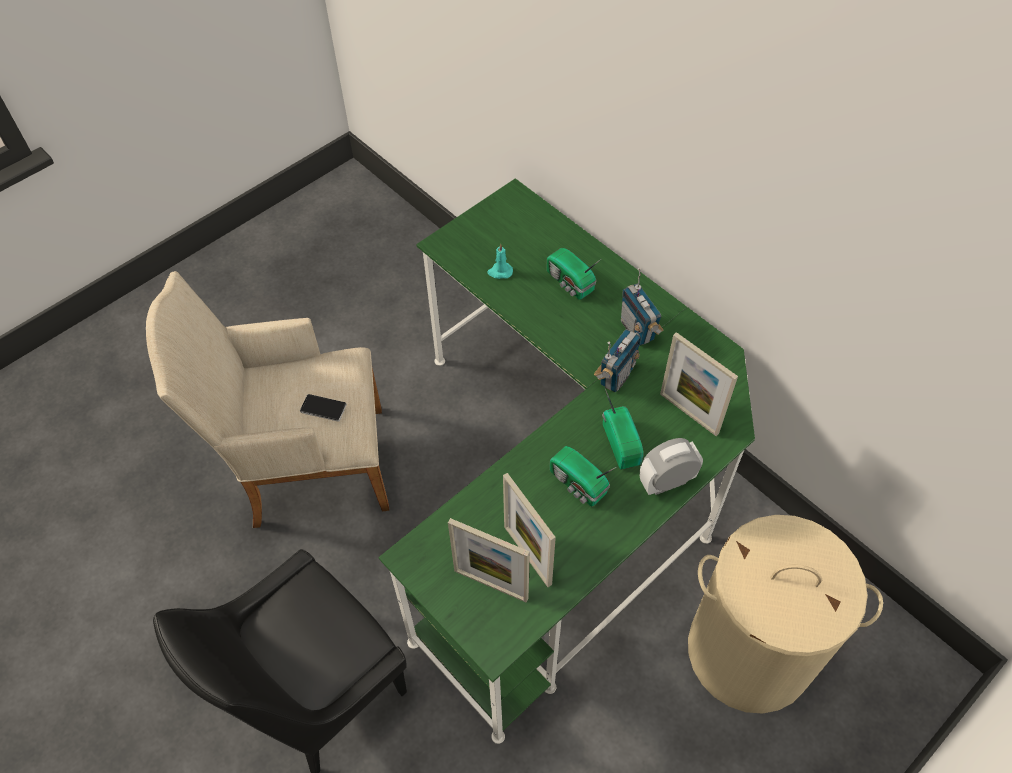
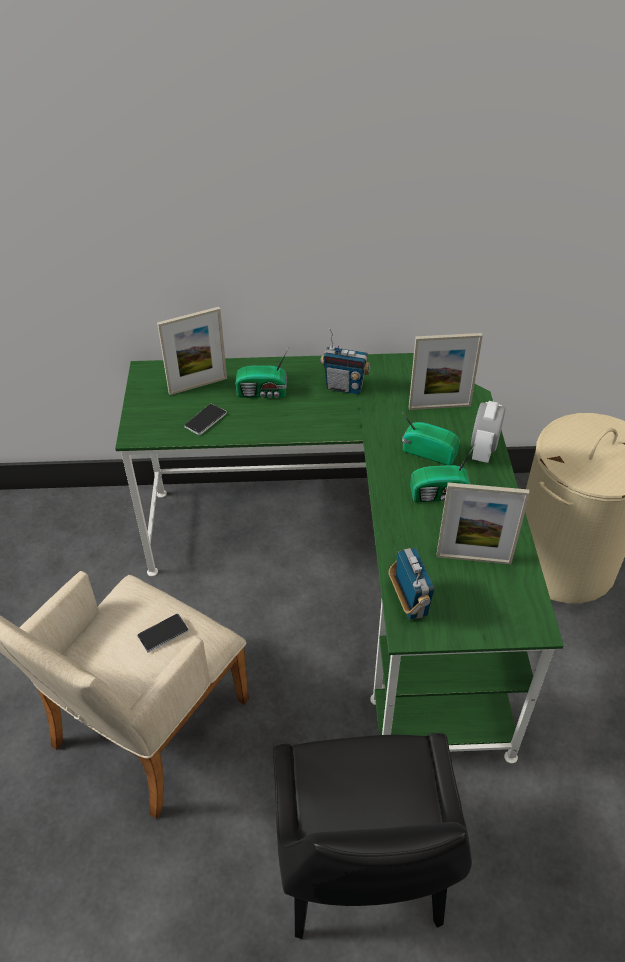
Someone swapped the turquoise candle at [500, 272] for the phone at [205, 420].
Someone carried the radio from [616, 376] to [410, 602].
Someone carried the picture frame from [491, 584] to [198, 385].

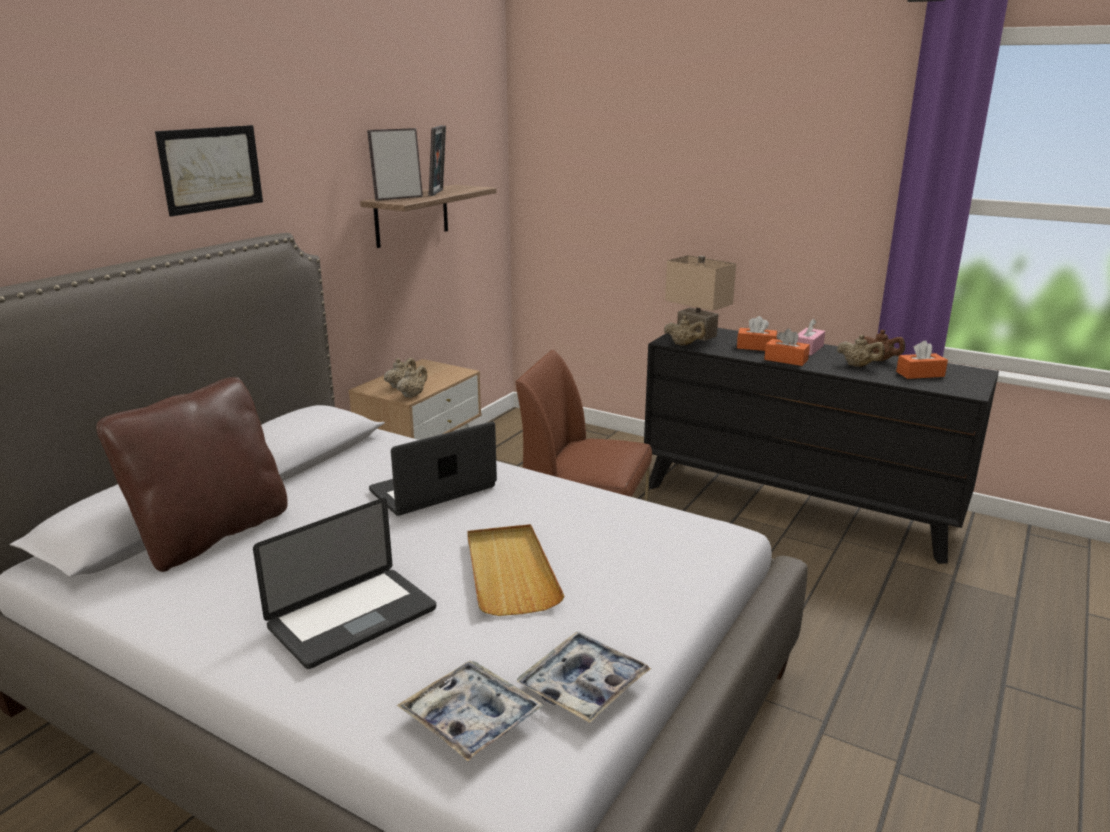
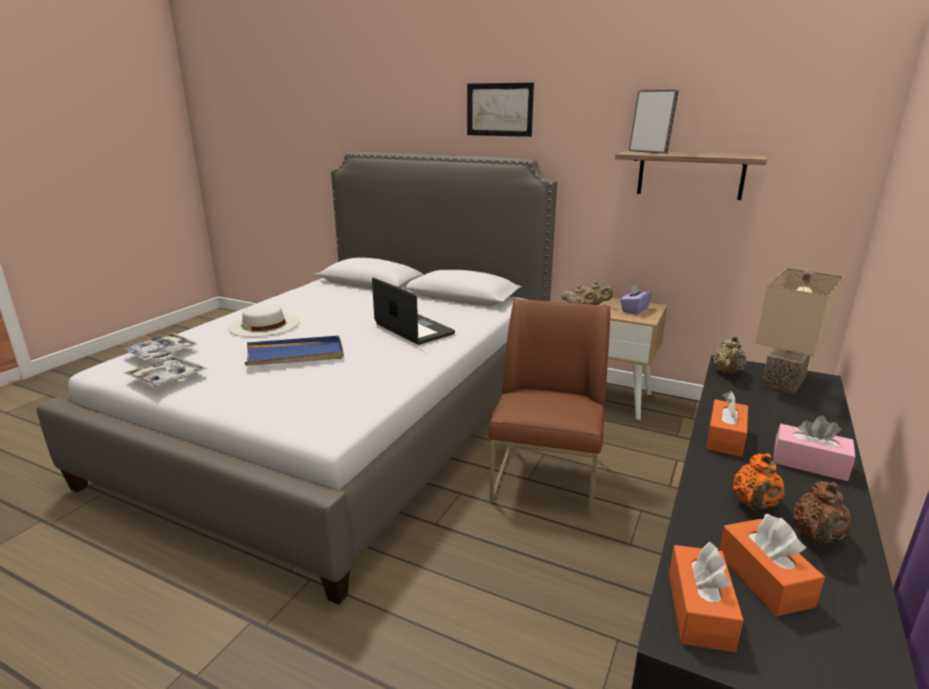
Someone took away the picture frame at [439, 193].
Someone carried the orange tissue box from [756, 347] to [699, 610].
Someone repainted the beige teapot at [858, 366], which became the orange teapot at [754, 505].
Someone took away the brown pillow at [212, 534].
Someone swapped the laptop at [353, 618] for the white hat at [264, 324].
Someone repainted the beige tray at [510, 572], which became the blue tray at [295, 355].
Someone put down the purple tissue box at [634, 309].

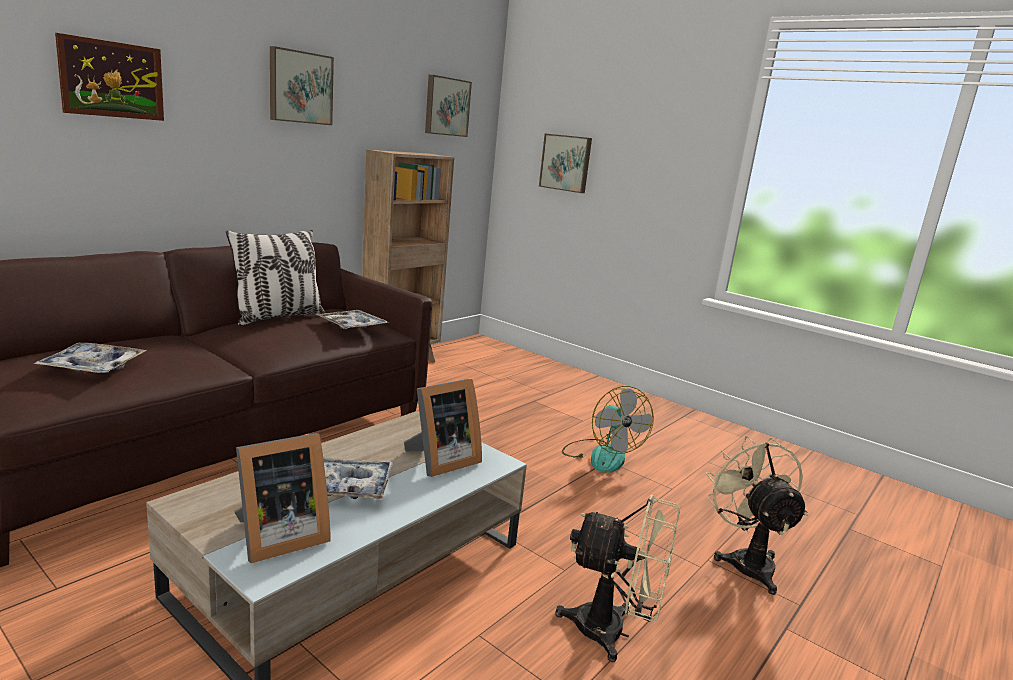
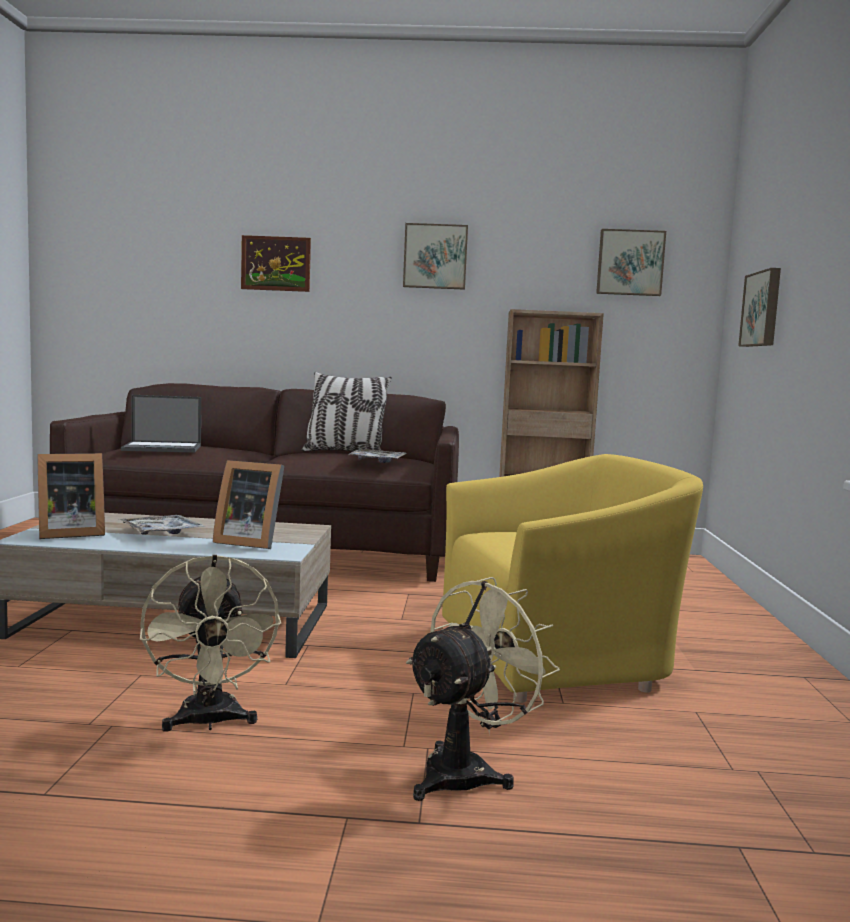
Someone swapped the tray at [93, 366] for the laptop at [163, 448].
Someone swapped the fan at [601, 455] for the yellow armchair at [556, 655].
Someone rotated the picture frame at [278, 538] by 45 degrees counterclockwise.

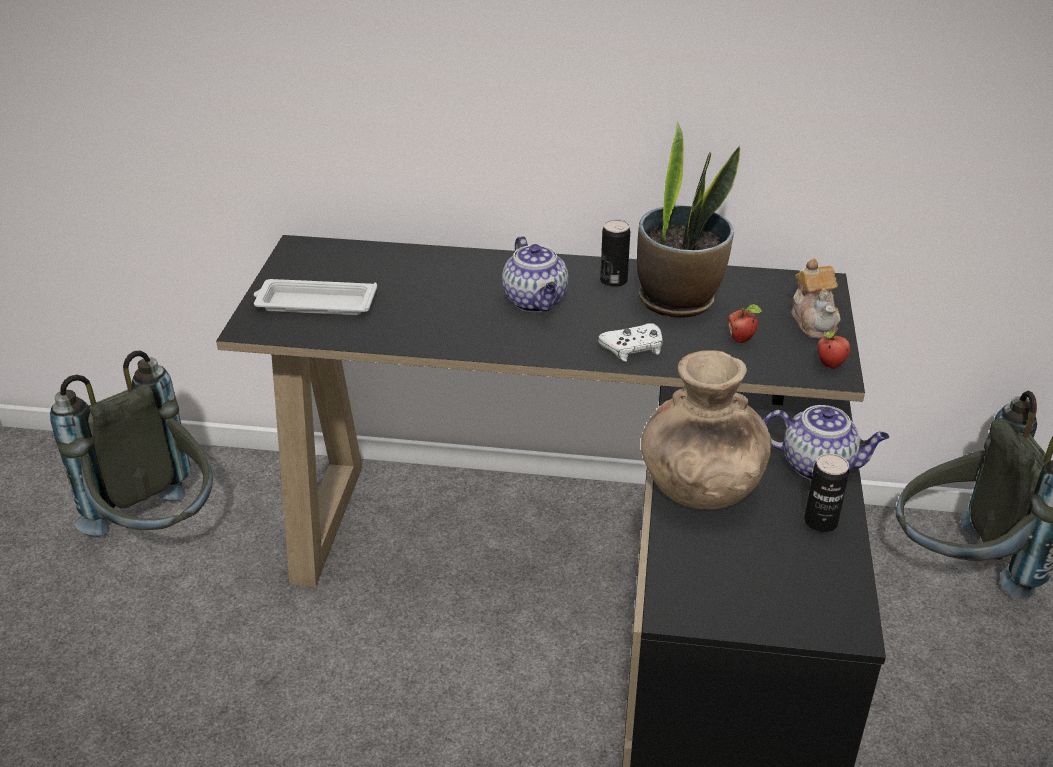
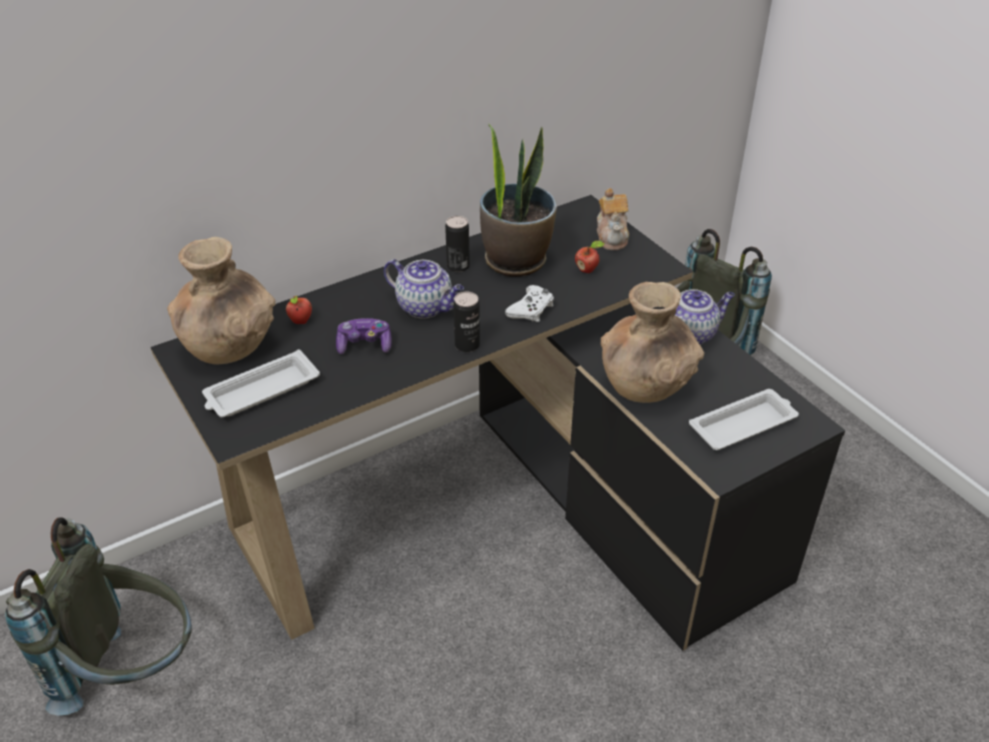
Someone rotated the teapot at [814, 321] by 45 degrees clockwise.
Someone carried the apple from [830, 365] to [301, 322].
Someone carried the can from [820, 522] to [467, 345].
Someone put down the brown vase at [229, 346].
Someone put down the game controller at [364, 345].
Someone put down the white tray at [744, 424].

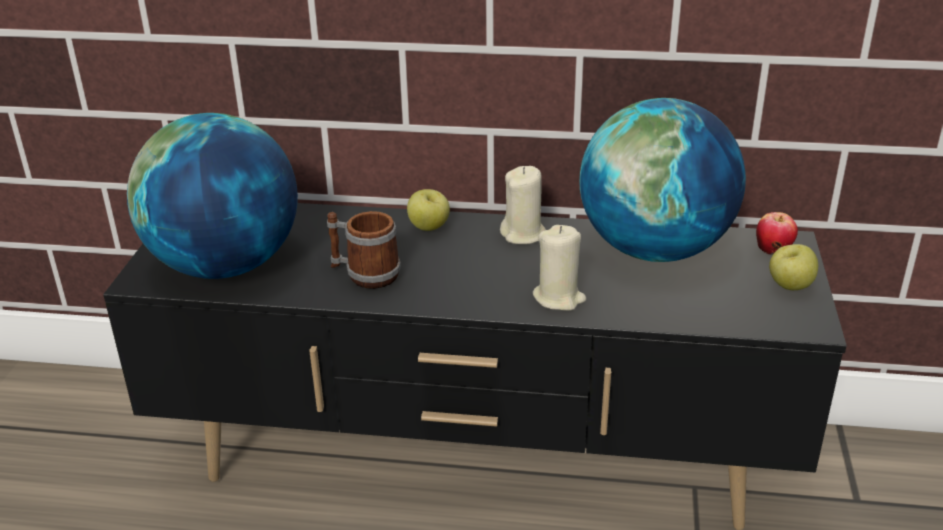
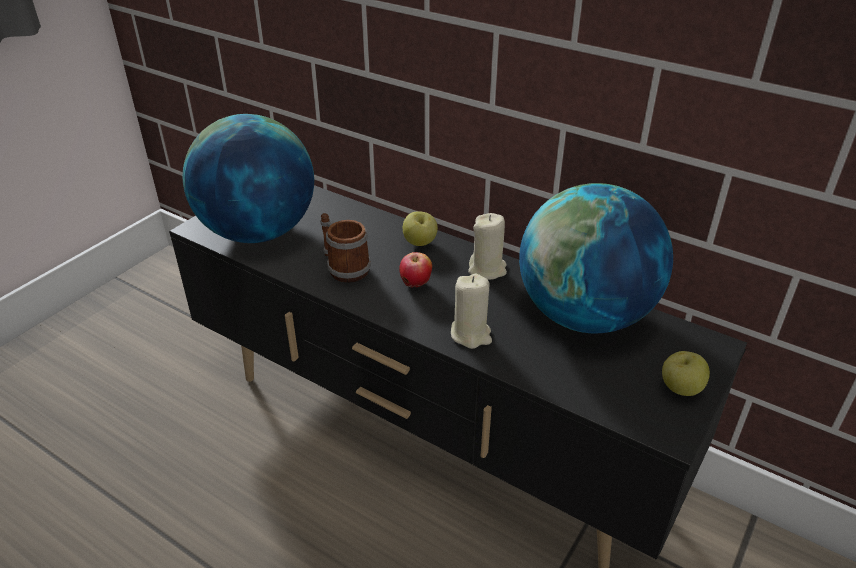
Someone carried the apple from [773, 251] to [416, 285].

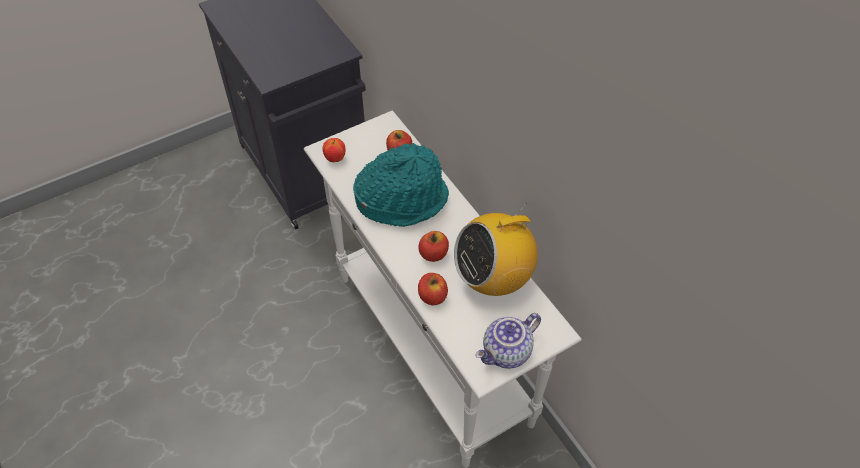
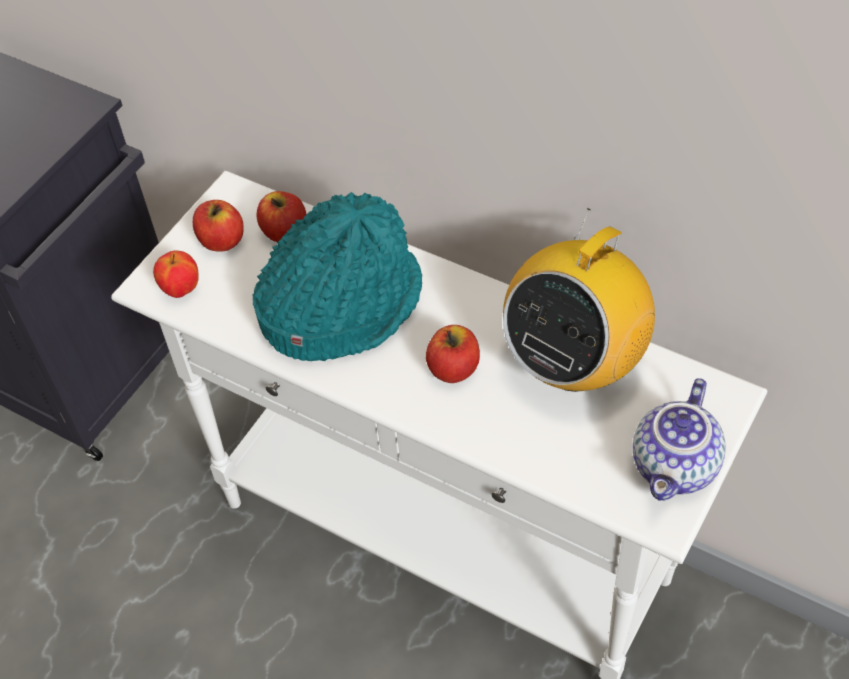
Someone carried the apple from [432, 296] to [221, 240].

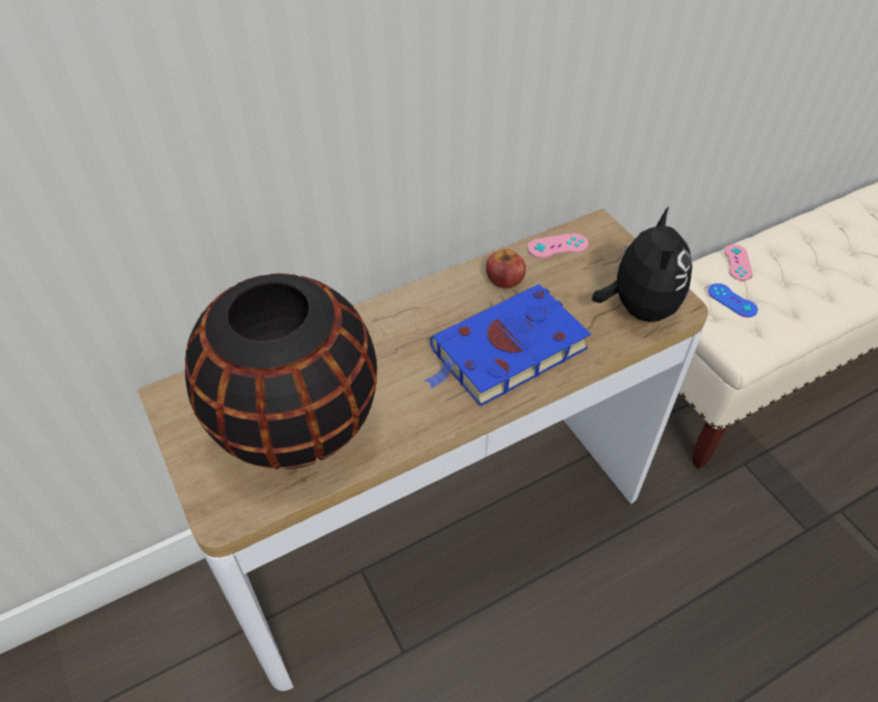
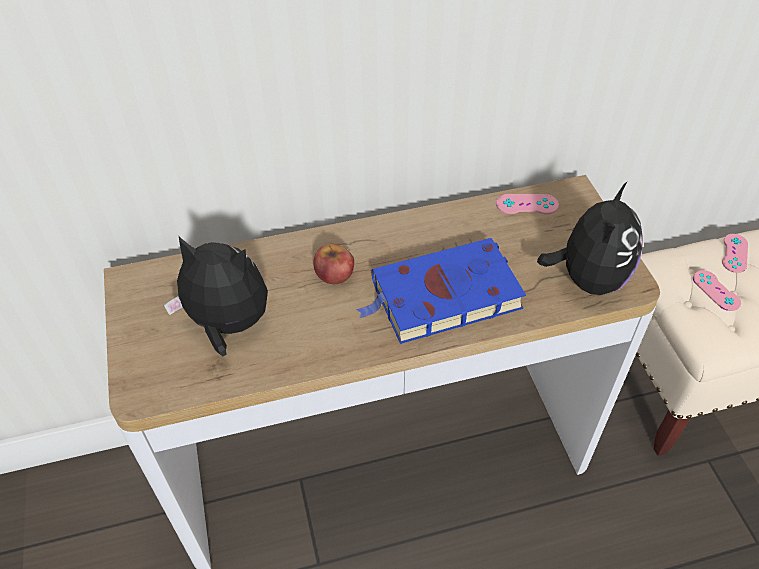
Someone carried the apple from [504, 279] to [334, 273].
Someone swapped the black vase at [295, 422] for the plush toy at [227, 325].
Someone repainted the blue game controller at [732, 300], which became the pink game controller at [716, 290].

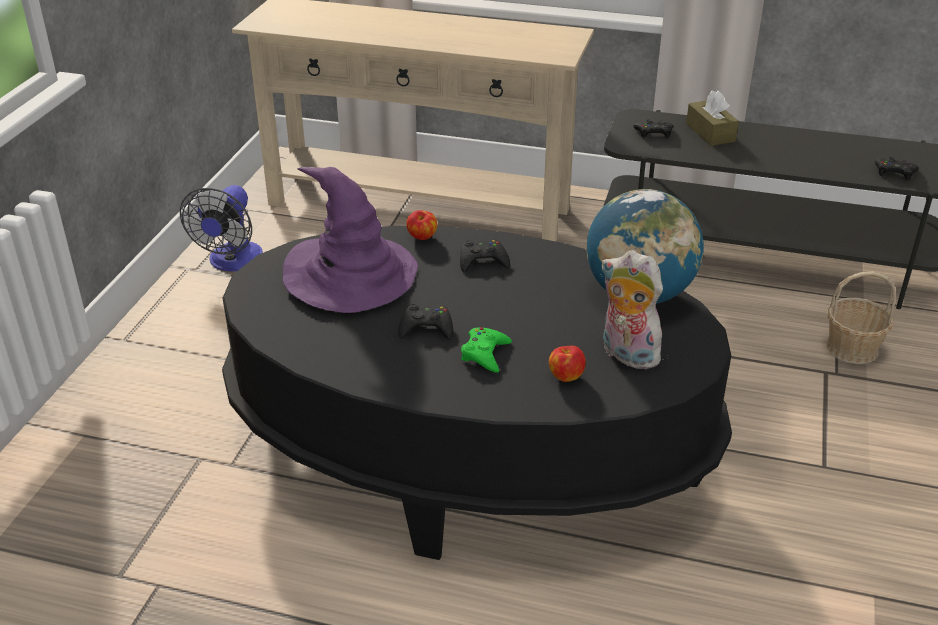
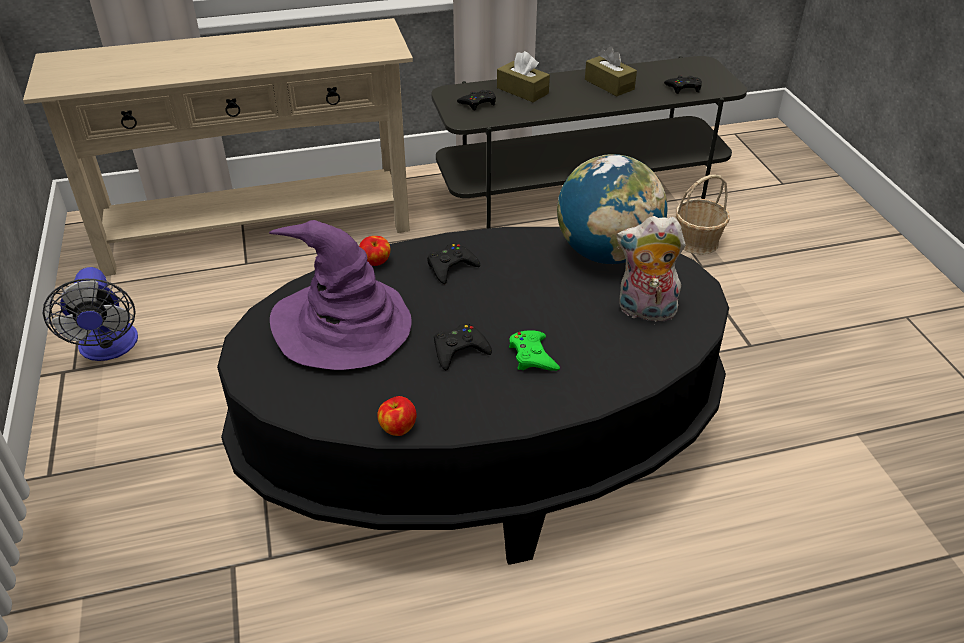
Someone carried the apple from [565, 376] to [397, 428].
Someone put down the brown tissue box at [609, 84].

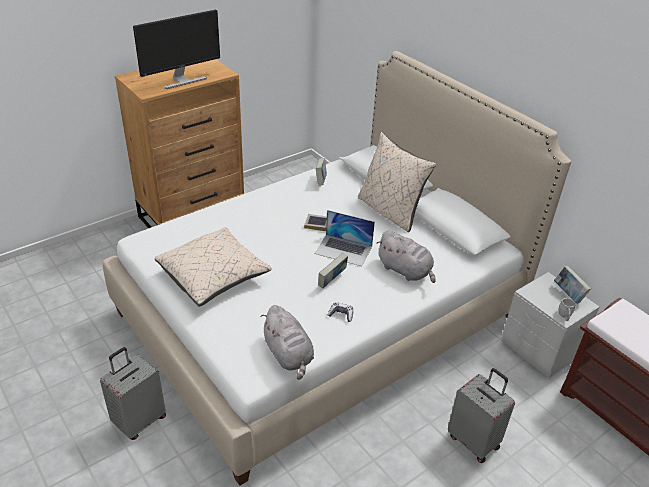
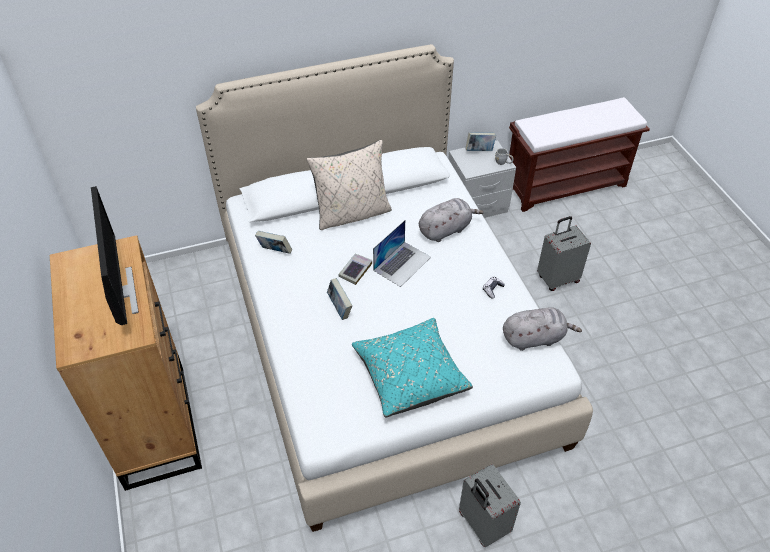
Someone repainted the beige pillow at [214, 277], which became the turquoise pillow at [410, 376].
Someone carried the book from [332, 281] to [339, 308].

